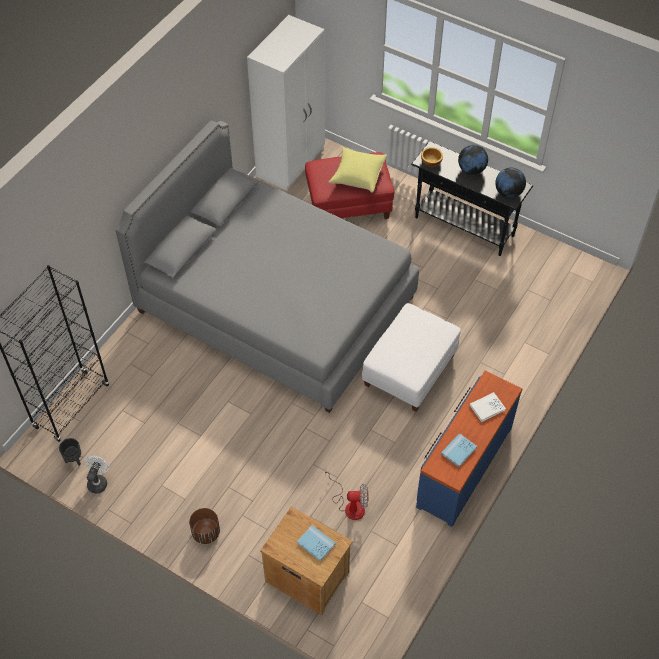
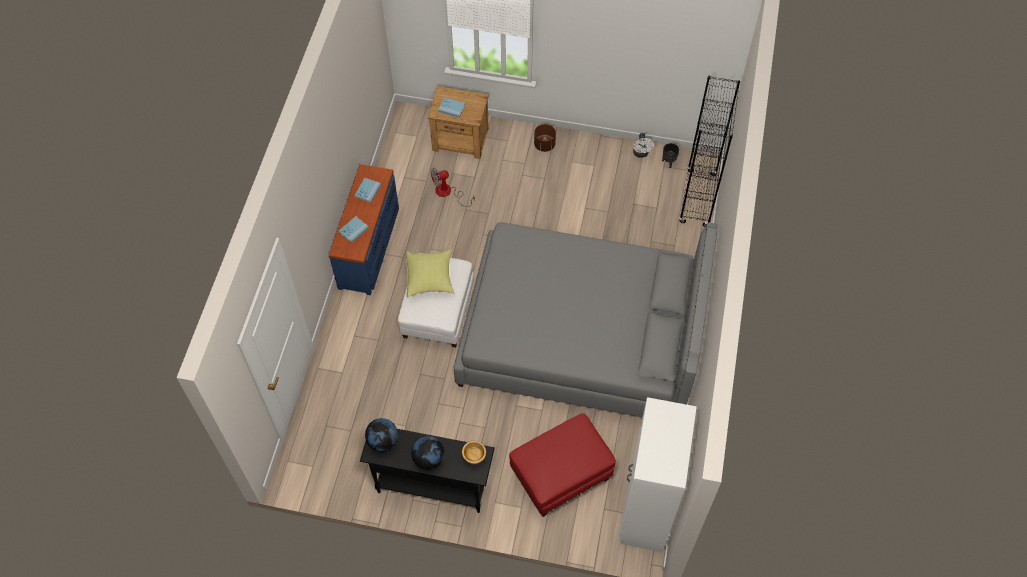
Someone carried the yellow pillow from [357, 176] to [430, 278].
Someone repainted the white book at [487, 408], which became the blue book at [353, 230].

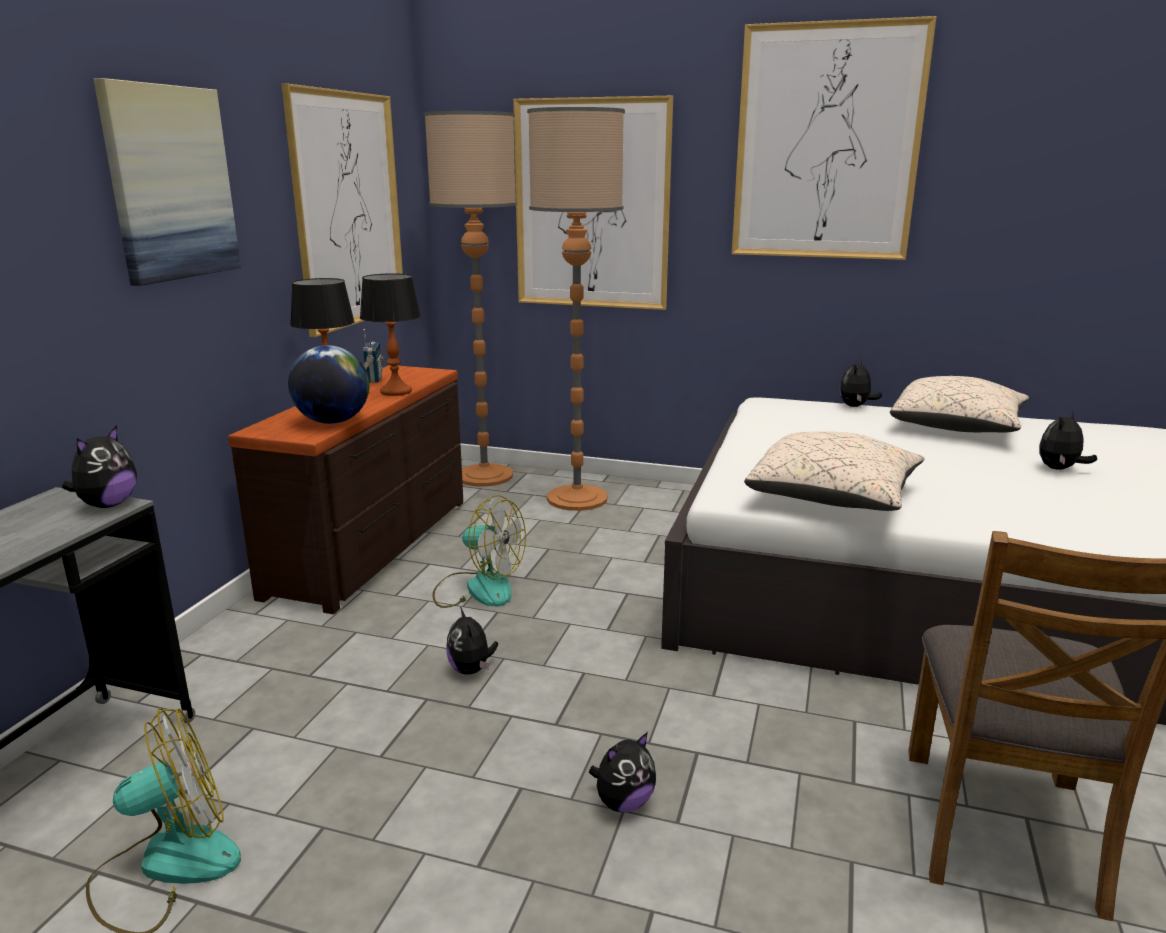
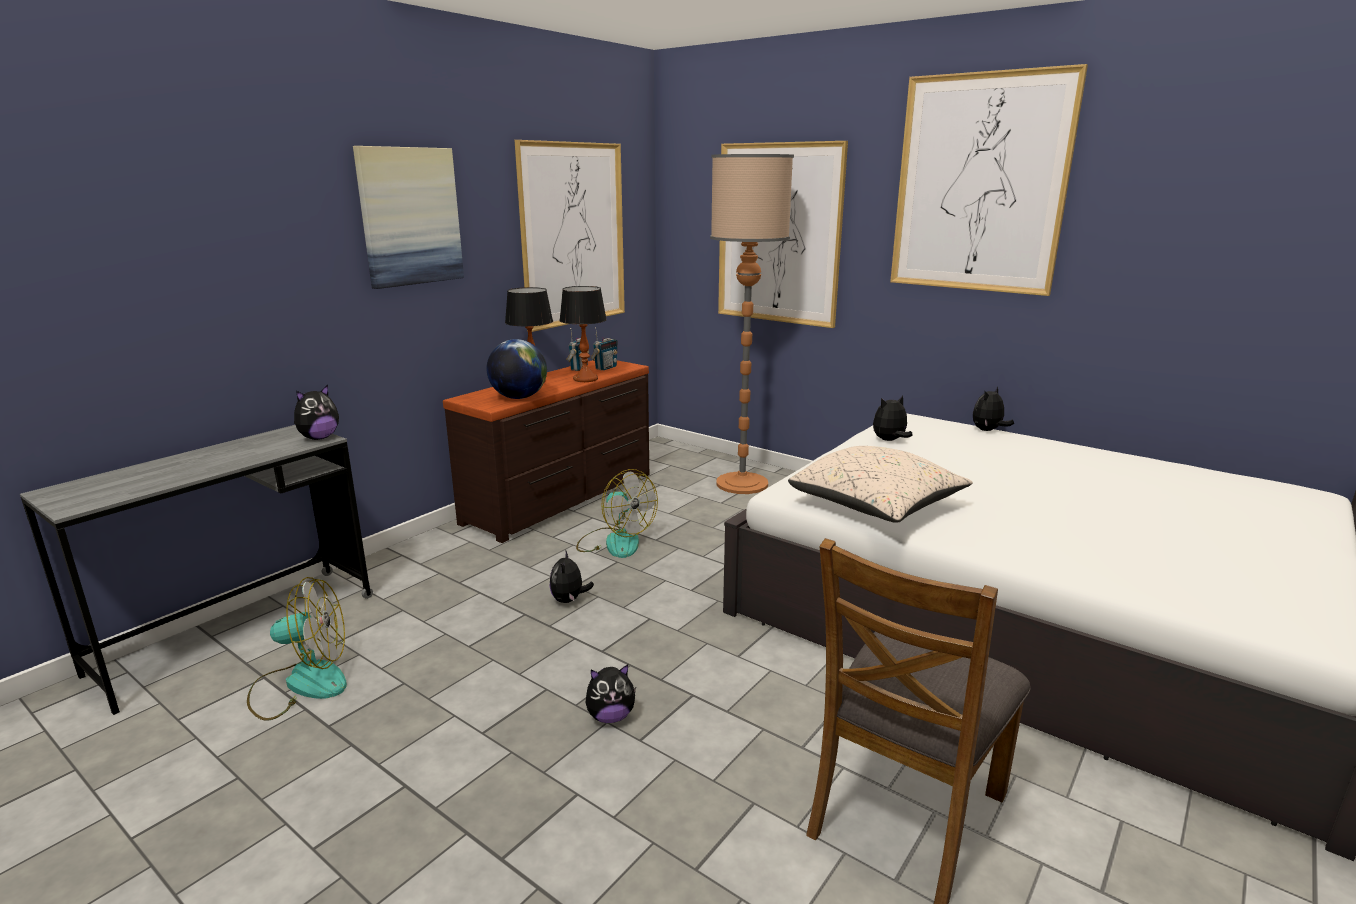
Someone took away the floor lamp at [485, 476].
Someone took away the beige pillow at [957, 427].
Someone carried the plush toy from [1059, 469] to [889, 440].
Someone put down the radio at [605, 368].

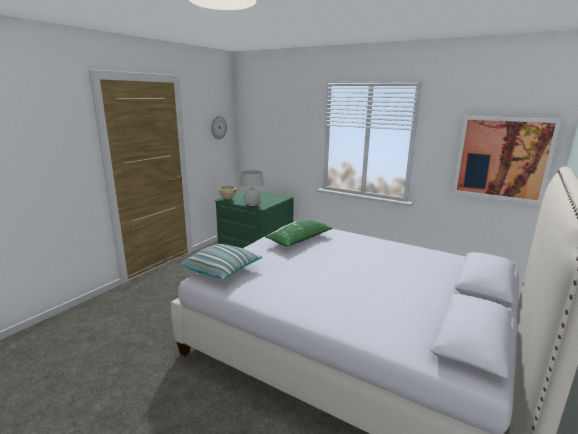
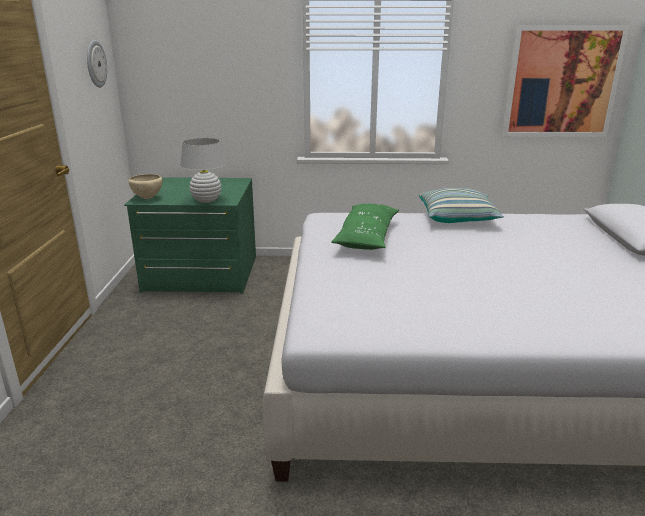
Someone carried the pillow from [222, 270] to [457, 218].

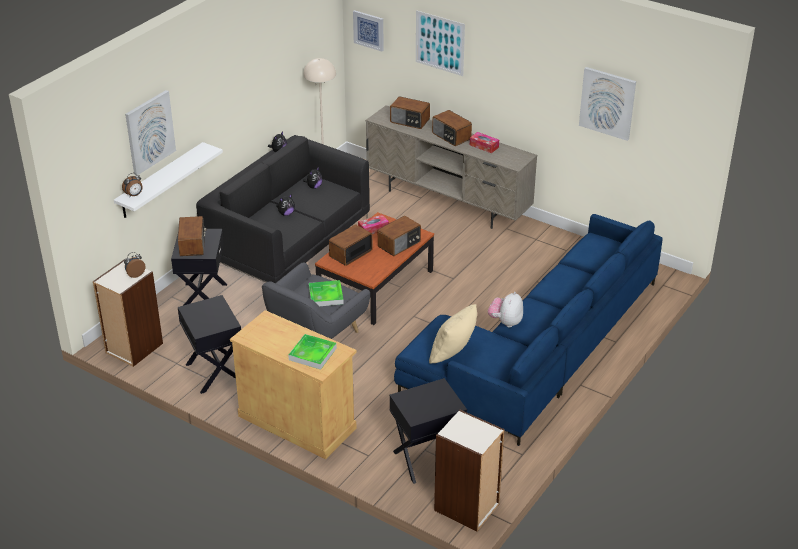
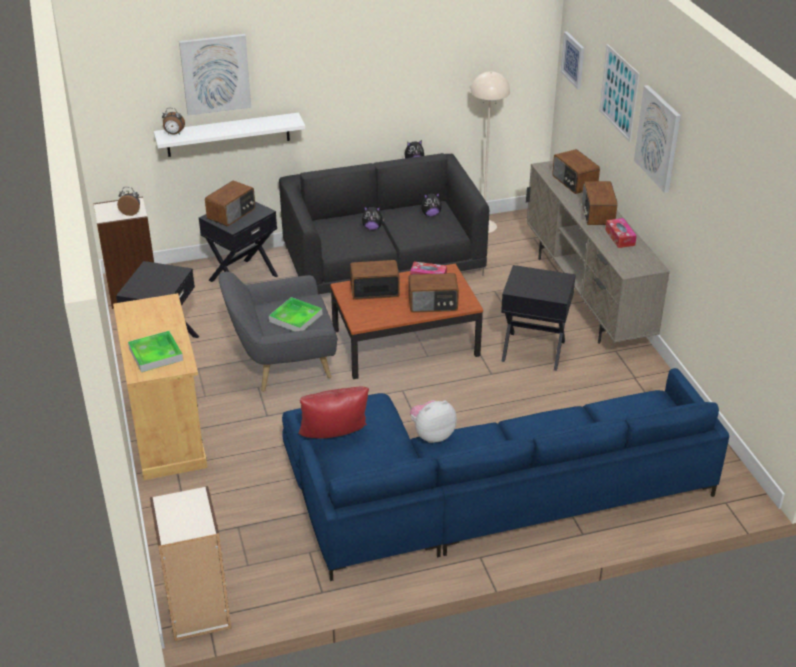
Someone carried the picture from [607, 103] to [658, 138].
Someone repainted the beige pillow at [453, 354], which became the red pillow at [334, 437].
Someone carried the black side table from [427, 460] to [533, 351].

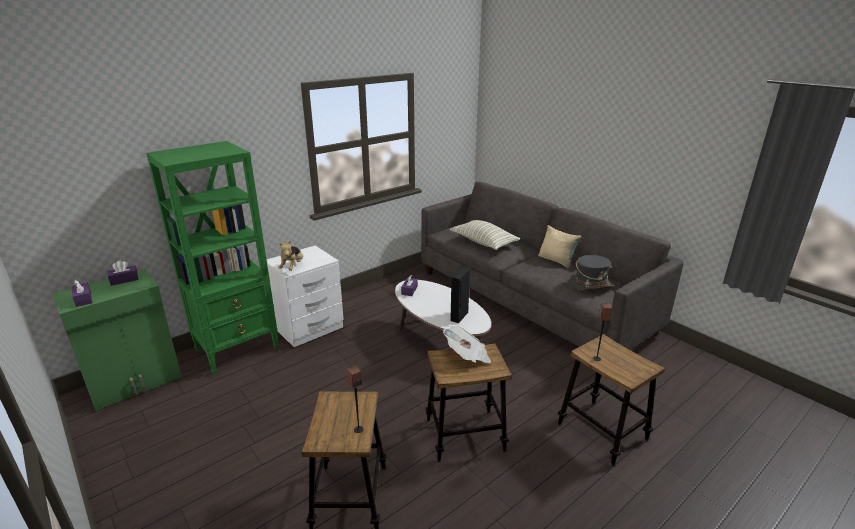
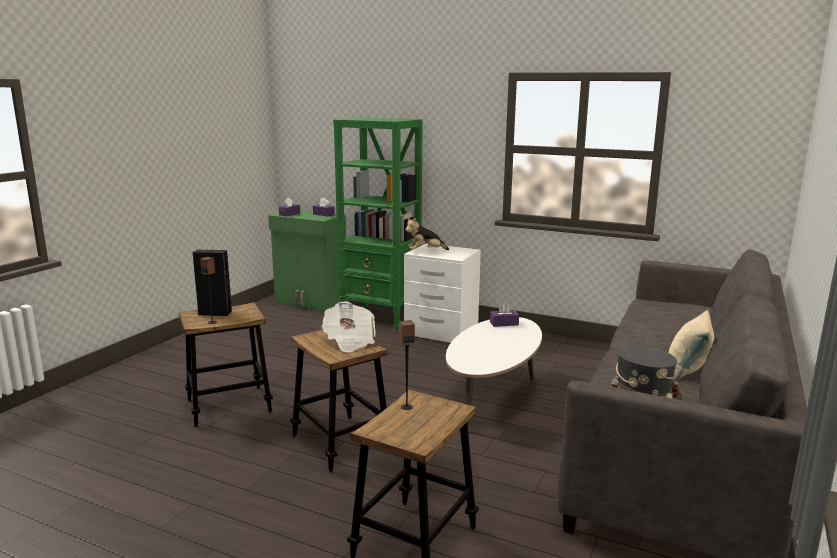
Someone took away the pillow at [483, 243].
Someone carried the black speaker from [459, 316] to [215, 313].

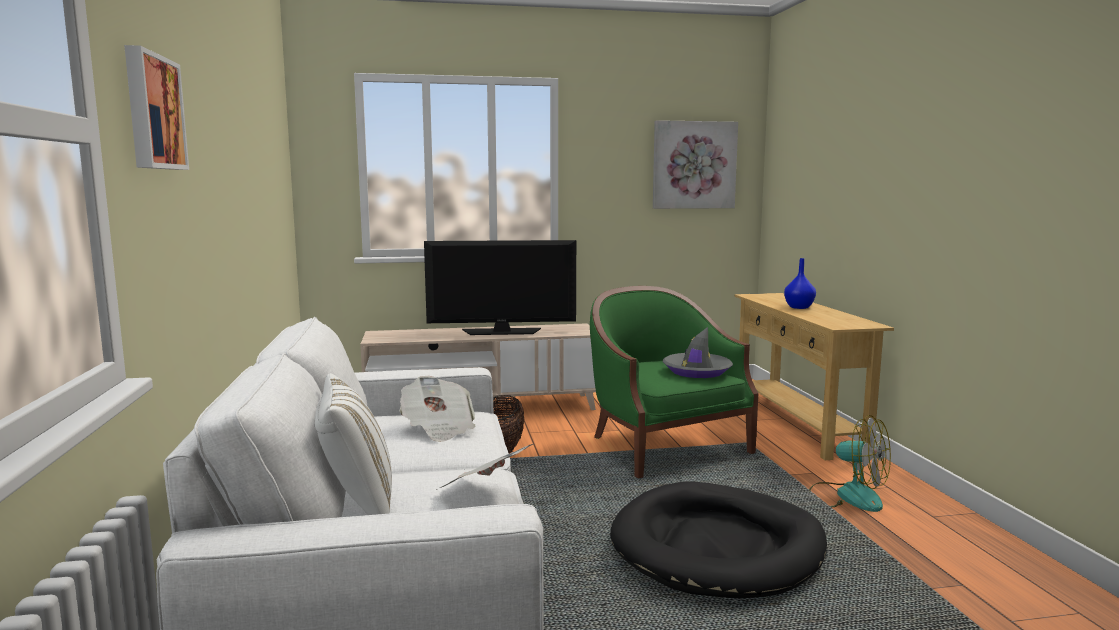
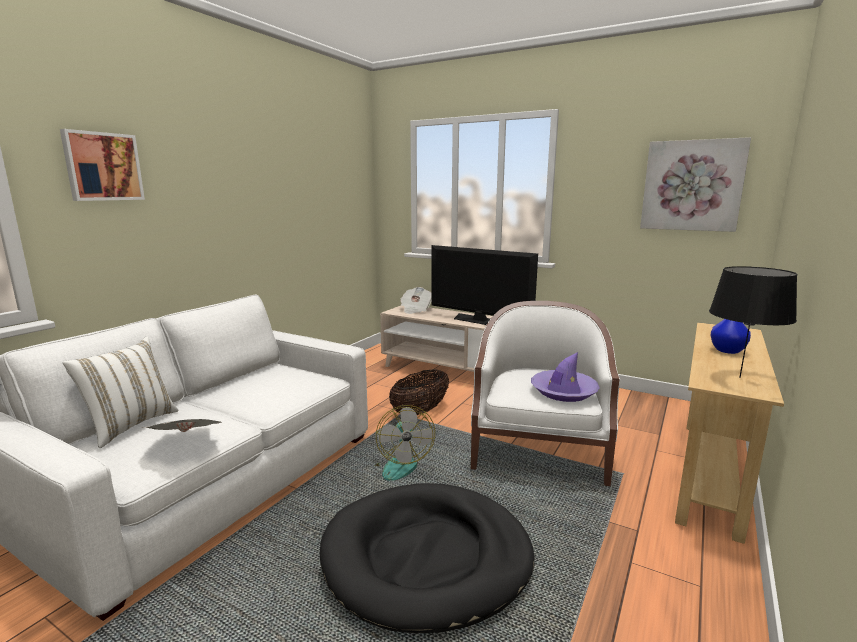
Someone repainted the green armchair at [664, 447], which became the white armchair at [539, 449].
Someone repainted the grey hat at [697, 371], which became the purple hat at [563, 391].
Someone carried the newspaper from [438, 428] to [415, 310].
Someone carried the fan from [847, 496] to [398, 464].
Someone put down the black table lamp at [739, 377].

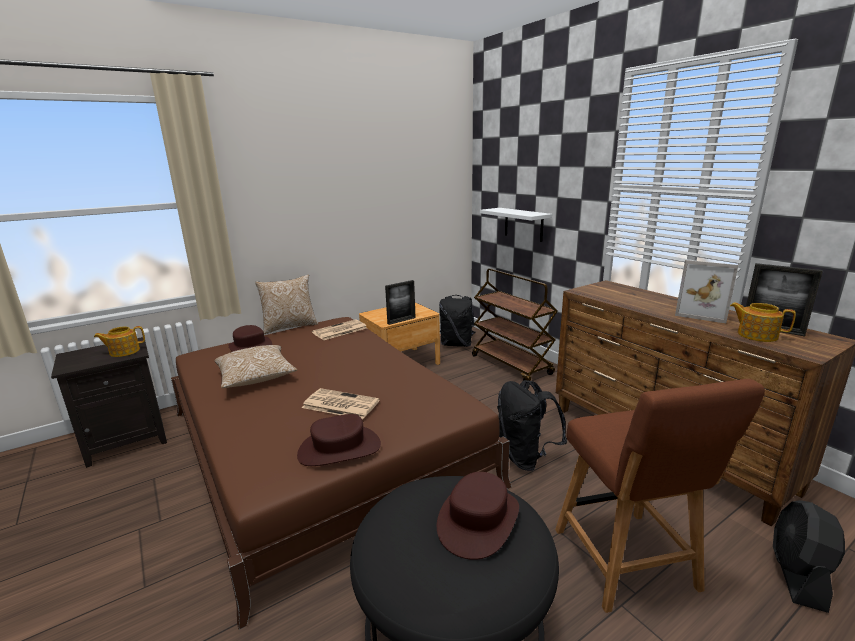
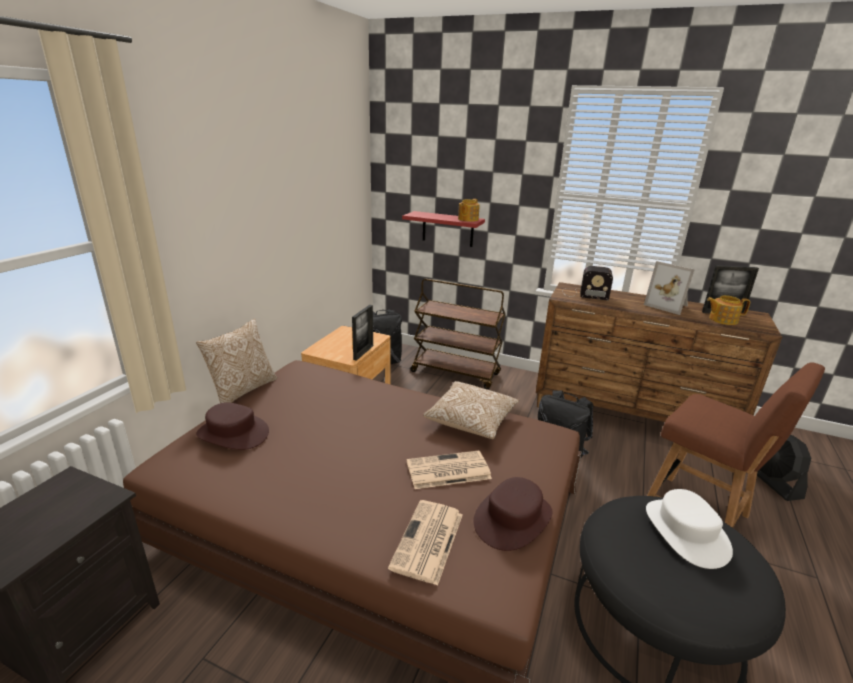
Someone repainted the white shelf at [523, 224], which became the red shelf at [448, 229].
Someone rotated the picture frame at [702, 313] by 45 degrees clockwise.
Someone carried the newspaper from [339, 330] to [428, 542].
Someone carried the teapot from [124, 351] to [467, 219].
Someone carried the pillow from [256, 378] to [471, 421].
Someone repainted the brown hat at [478, 520], which became the white hat at [685, 532].
Someone put down the radio at [583, 294].

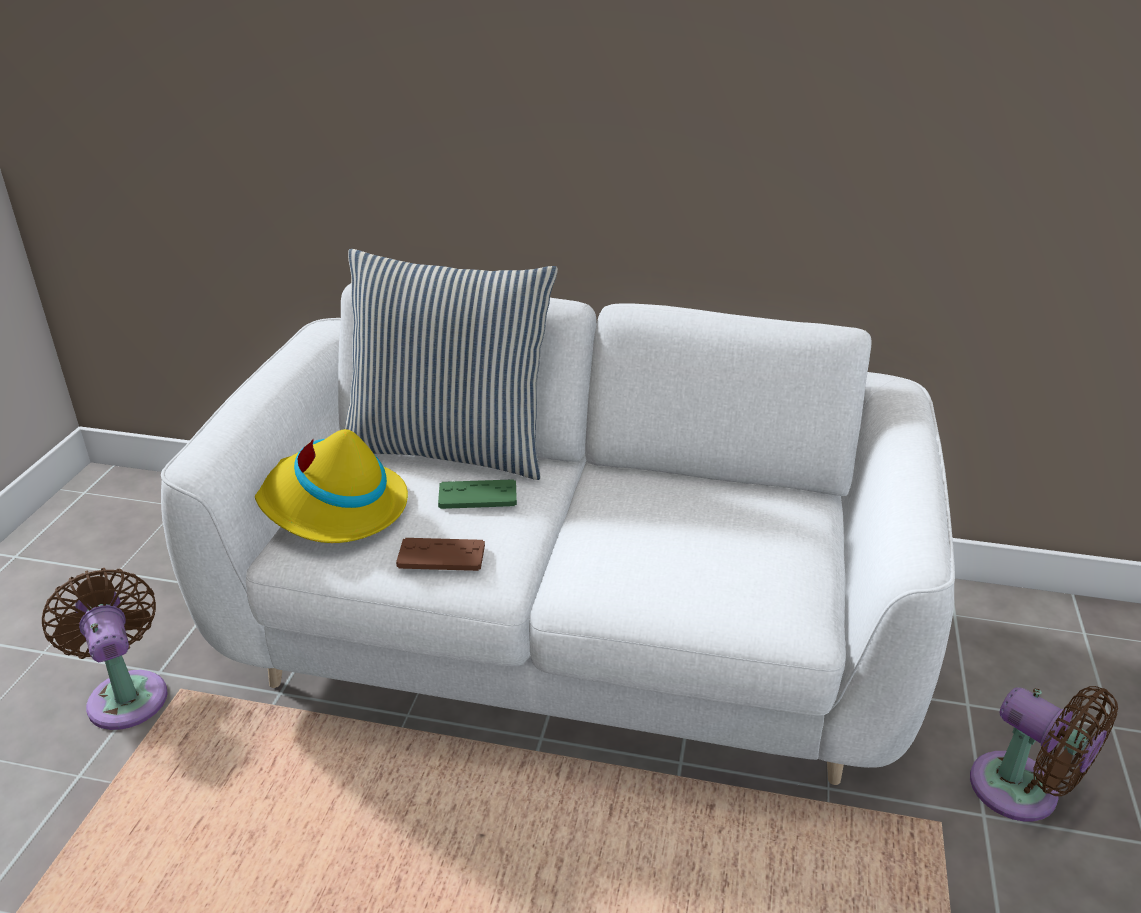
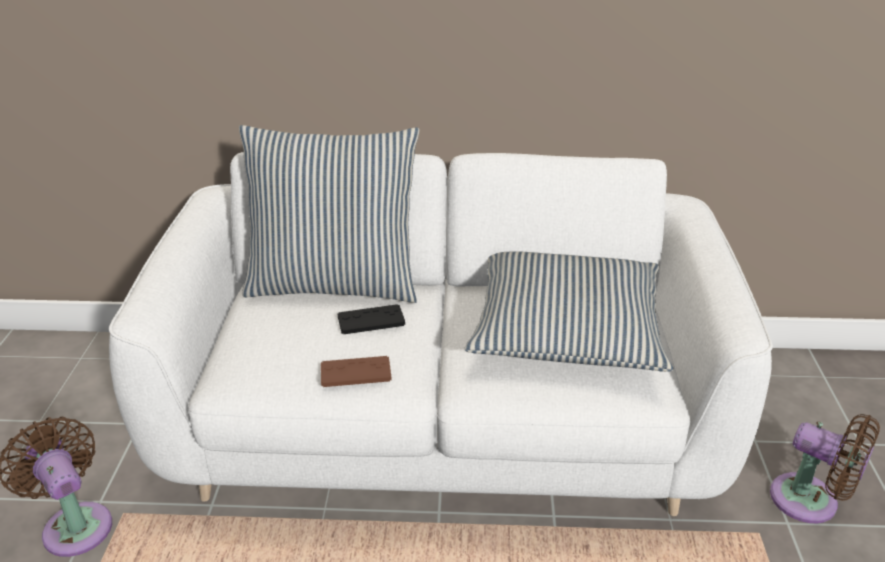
Someone took away the yellow hat at [332, 506].
Someone repainted the green game controller at [477, 496], which became the black game controller at [371, 320].
Someone put down the pillow at [566, 329].

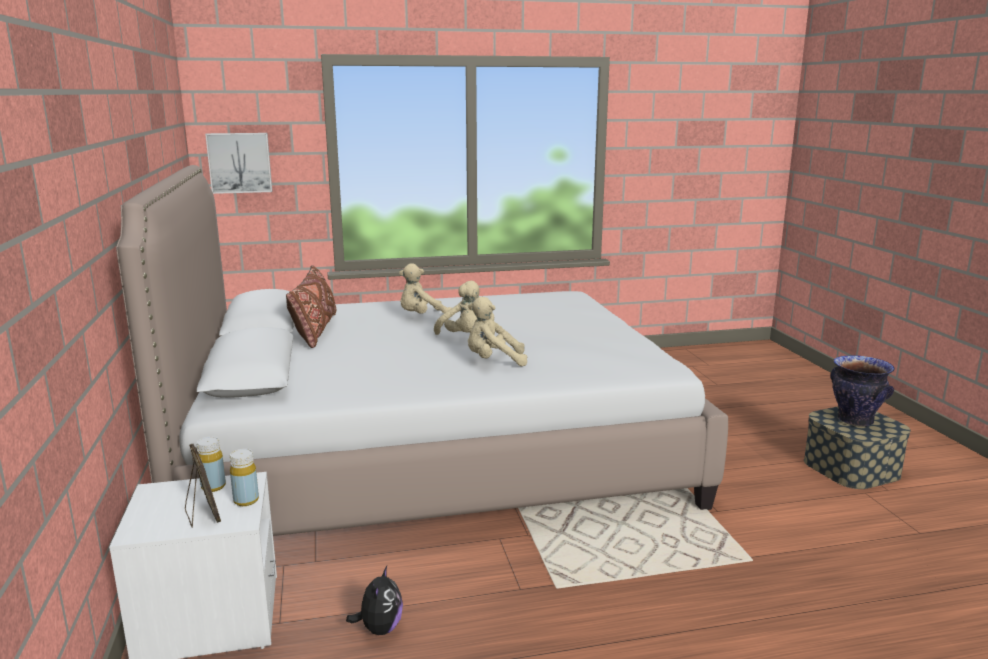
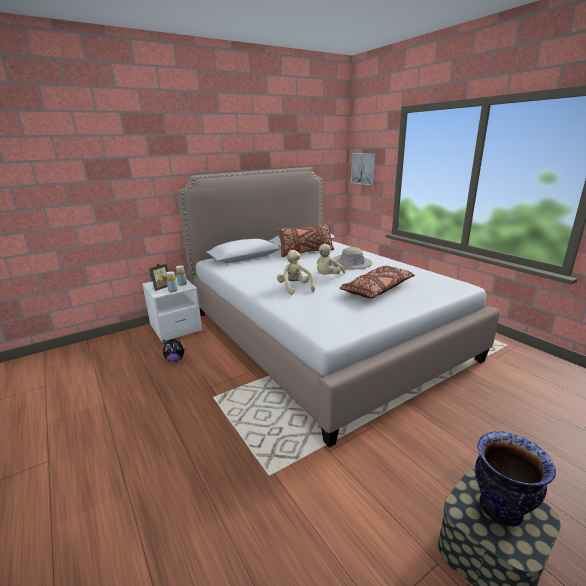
Someone swapped the beige plush toy at [422, 317] for the beige hat at [351, 263].
Someone put down the brown pillow at [377, 290].

